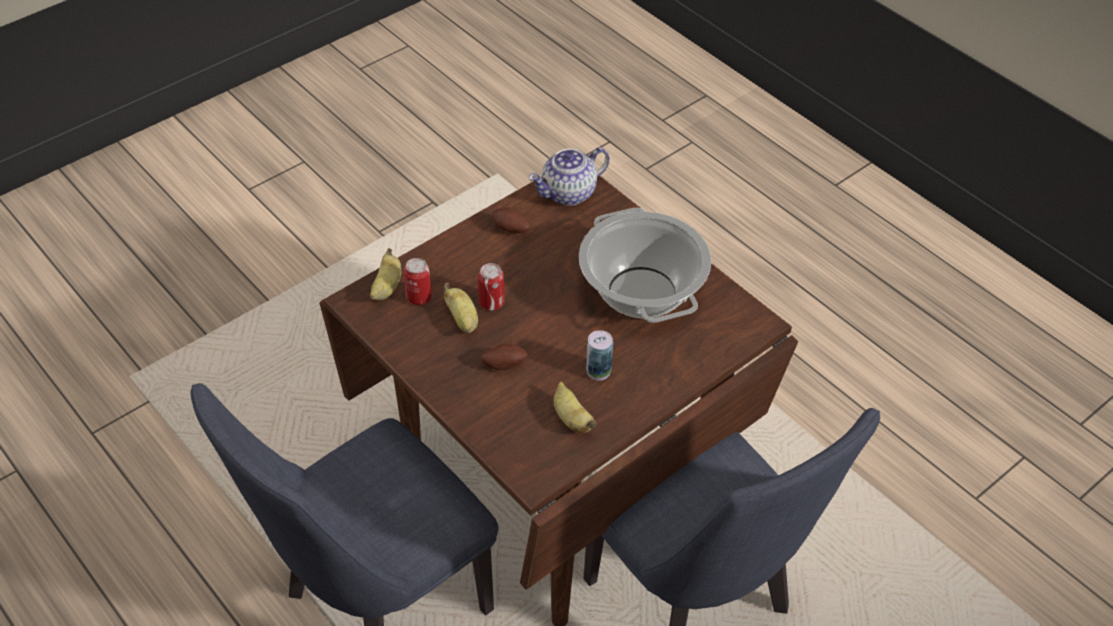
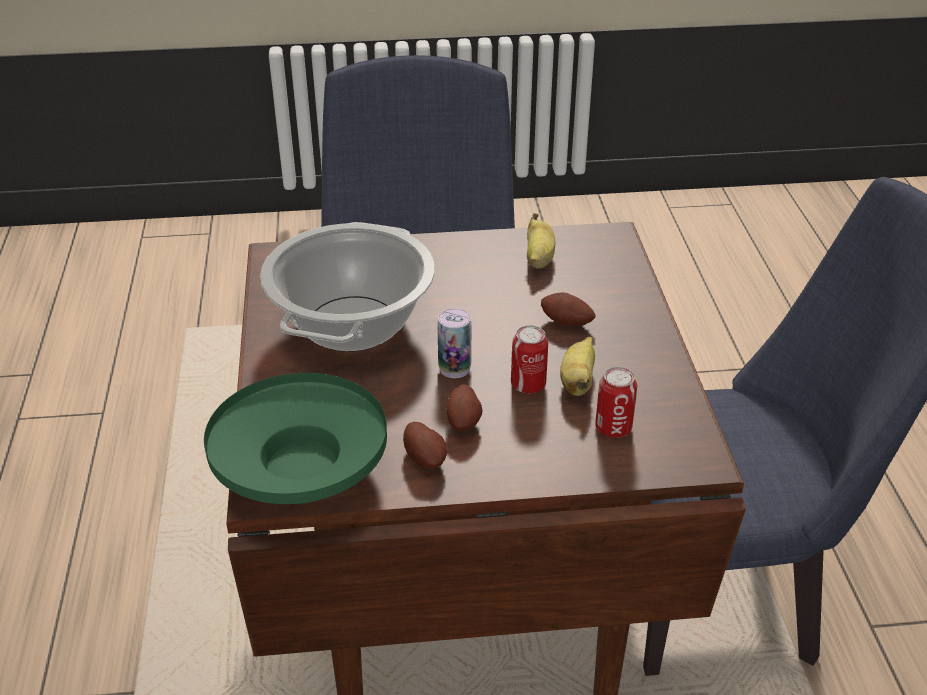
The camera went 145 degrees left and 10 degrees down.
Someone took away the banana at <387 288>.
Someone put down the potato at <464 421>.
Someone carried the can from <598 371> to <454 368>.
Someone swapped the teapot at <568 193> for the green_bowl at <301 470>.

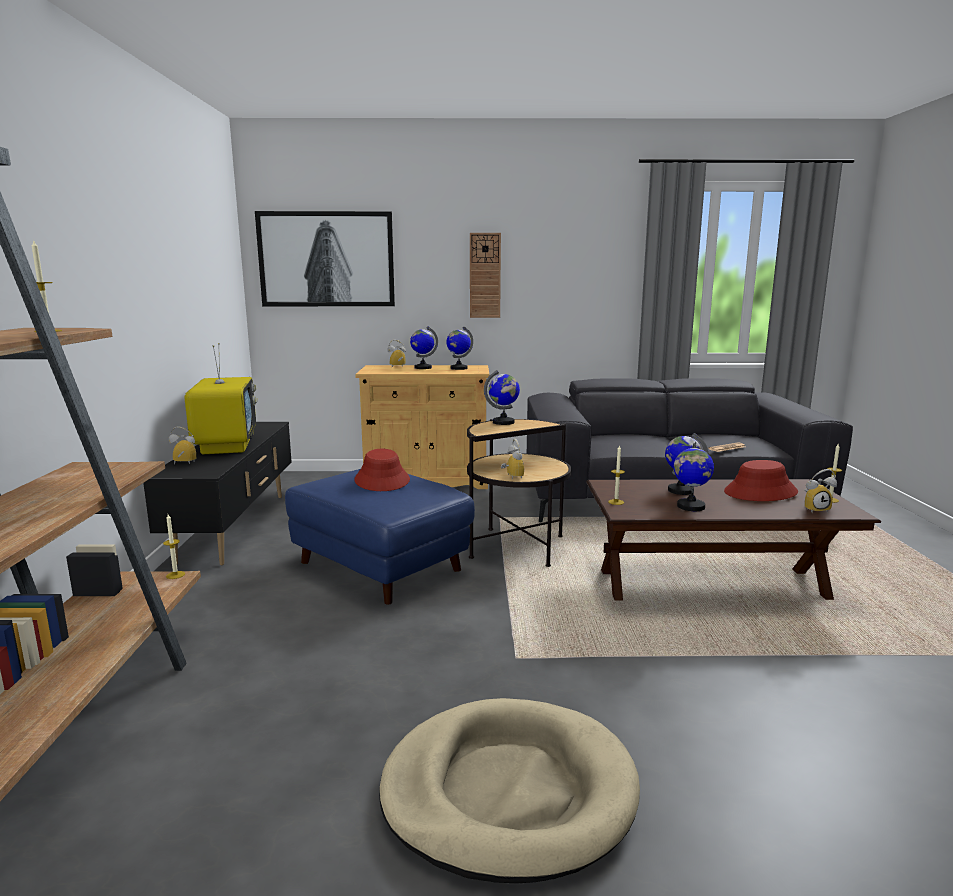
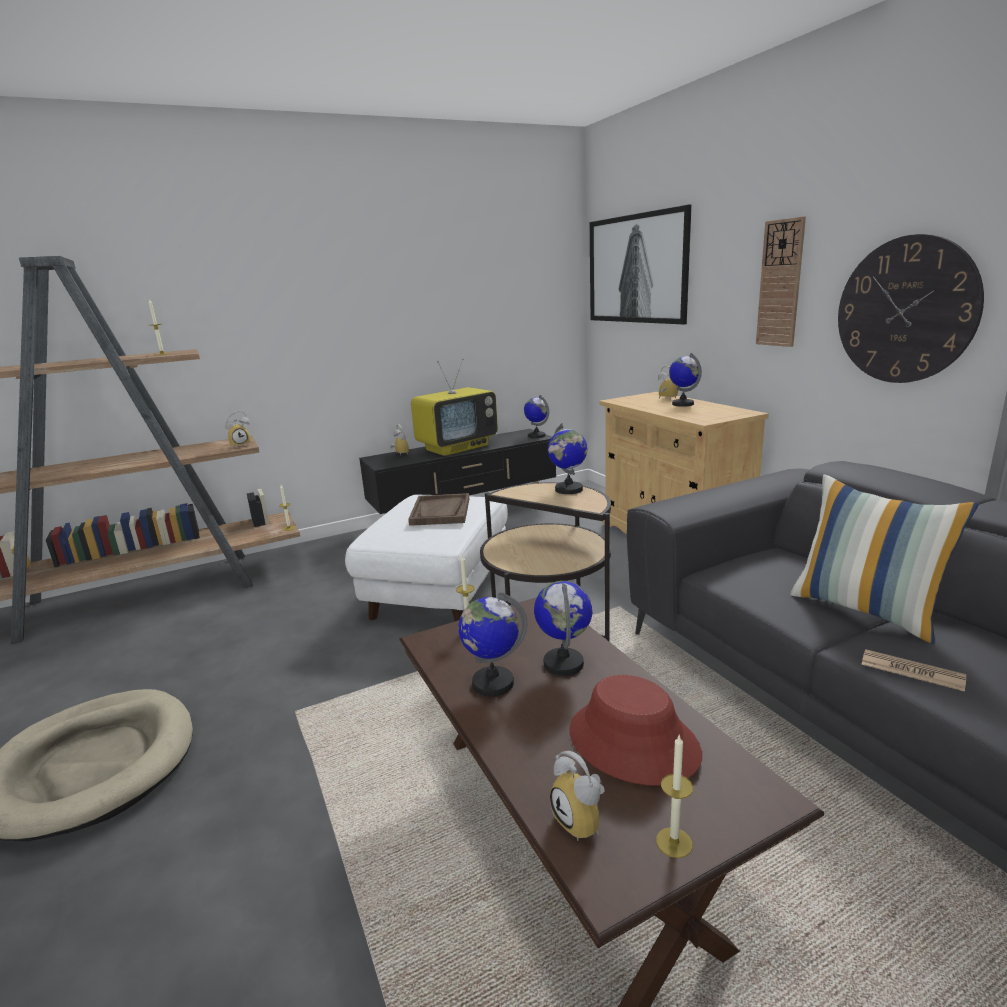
The camera went 65 degrees right and 5 degrees up.
Someone put down the pillow at <866 610>.
Someone put up the wall_clock at <905 310>.
Someone carried the globe from <458 368> to <536 436>.
Someone carried the alarm_clock from <511 477> to <240 445>.
Someone swapped the red_hat at <382 480> for the brown_tray at <440 512>.
Someone repainted the blue_ottoman at <379 566>, which became the white_ottoman at <438 590>.

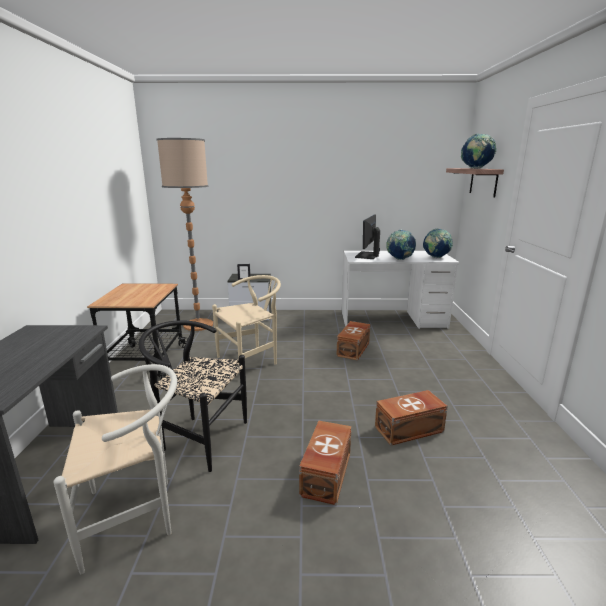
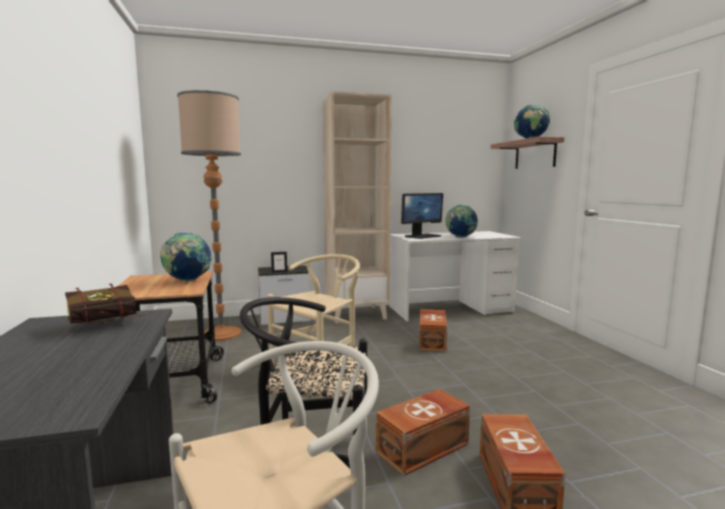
The camera went 15 degrees left and 10 degrees down.
Someone put down the book at <111 323>.
Someone put down the beige_bookcase at <356 314>.
Someone carried the brown_storage_box from <410 429> to <424 448>.
Someone carried the globe from <435 257> to <187 281>.
Someone rotated the monitor at <368 255> by 135 degrees counterclockwise.

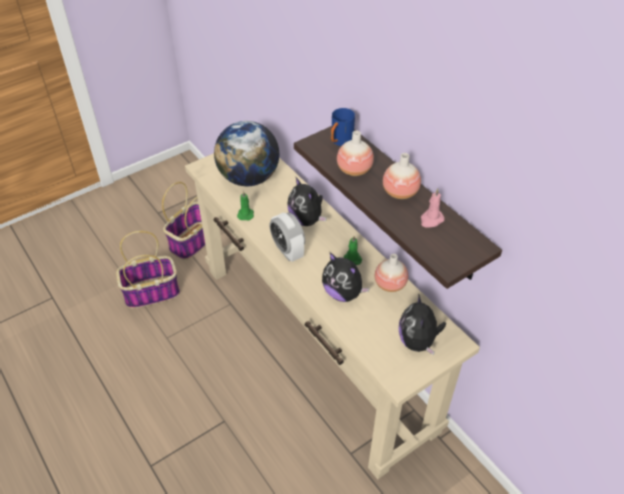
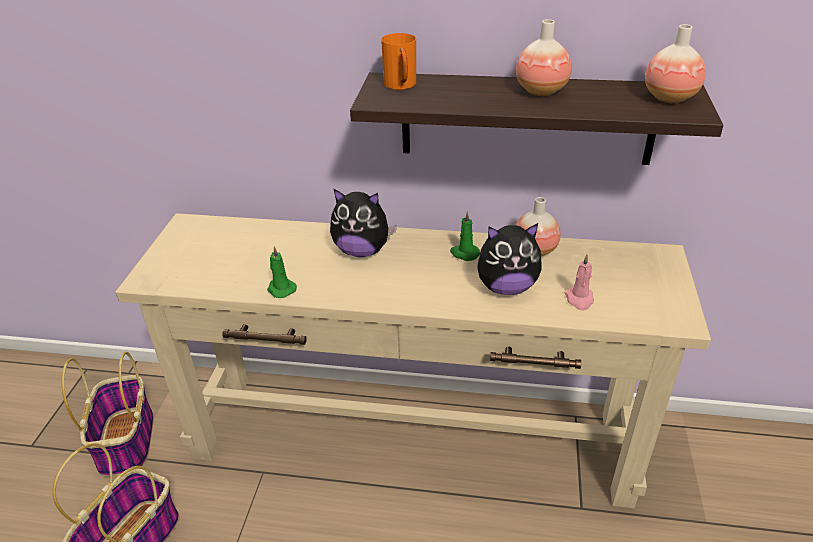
The camera went 45 degrees left and 10 degrees down.
Someone took away the globe at <249 178>.
Someone took away the alarm_clock at <288 251>.
Someone took away the plush_toy at <418 342>.
Someone carried the vase from <354 170> to <669 98>.
Someone carried the pink_candle from <431 220> to <579 299>.
Someone repainted the blue_mug at <339 142>, which became the orange_mug at <401 86>.

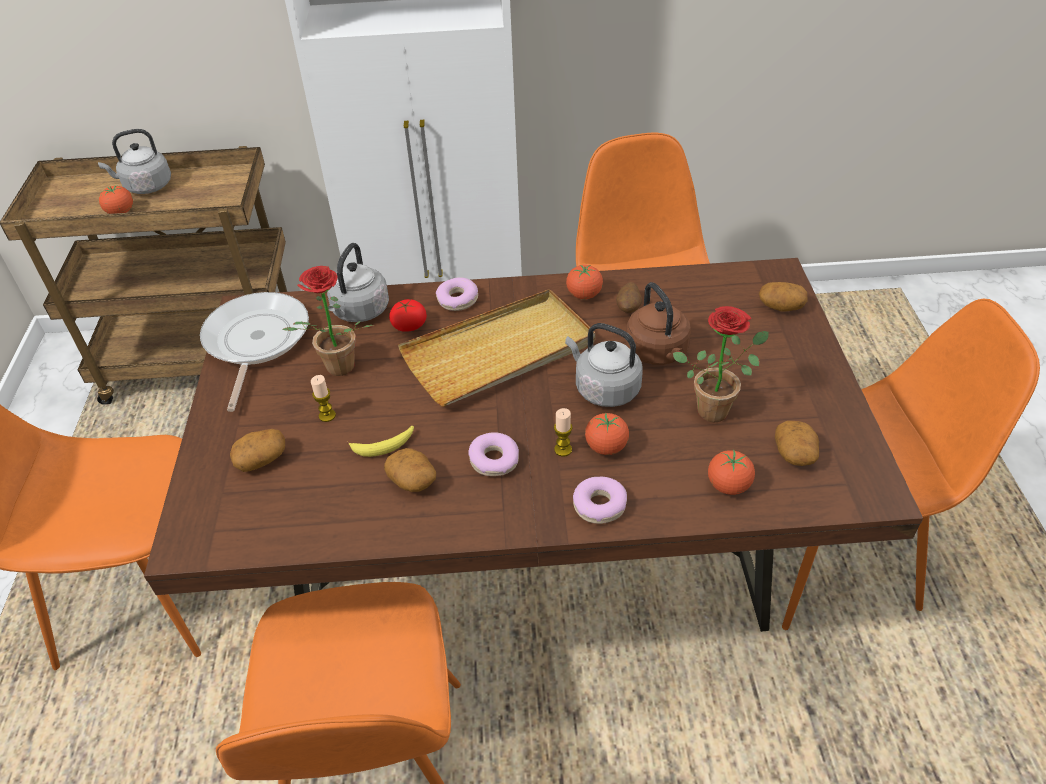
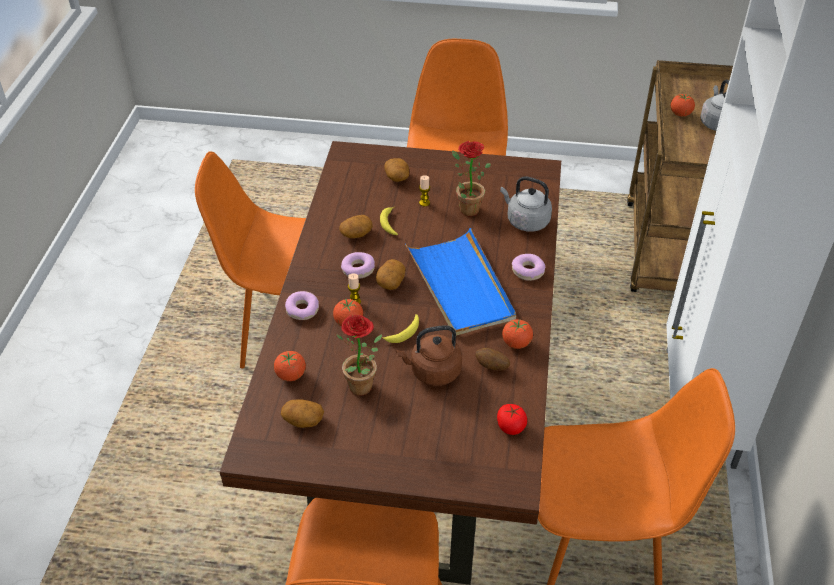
The camera went 100 degrees right and 0 degrees up.
Someone took away the frying_pan at <255 342>.
Someone carried the tomato from <409 325> to <511 426>.
Someone carried the potato from <780 306> to <390 281>.
Someone swapped the grey_kettle at <604 389> for the banana at <404 333>.
Someone repainted the beige_tray at <500 352>, which became the blue_tray at <460 286>.

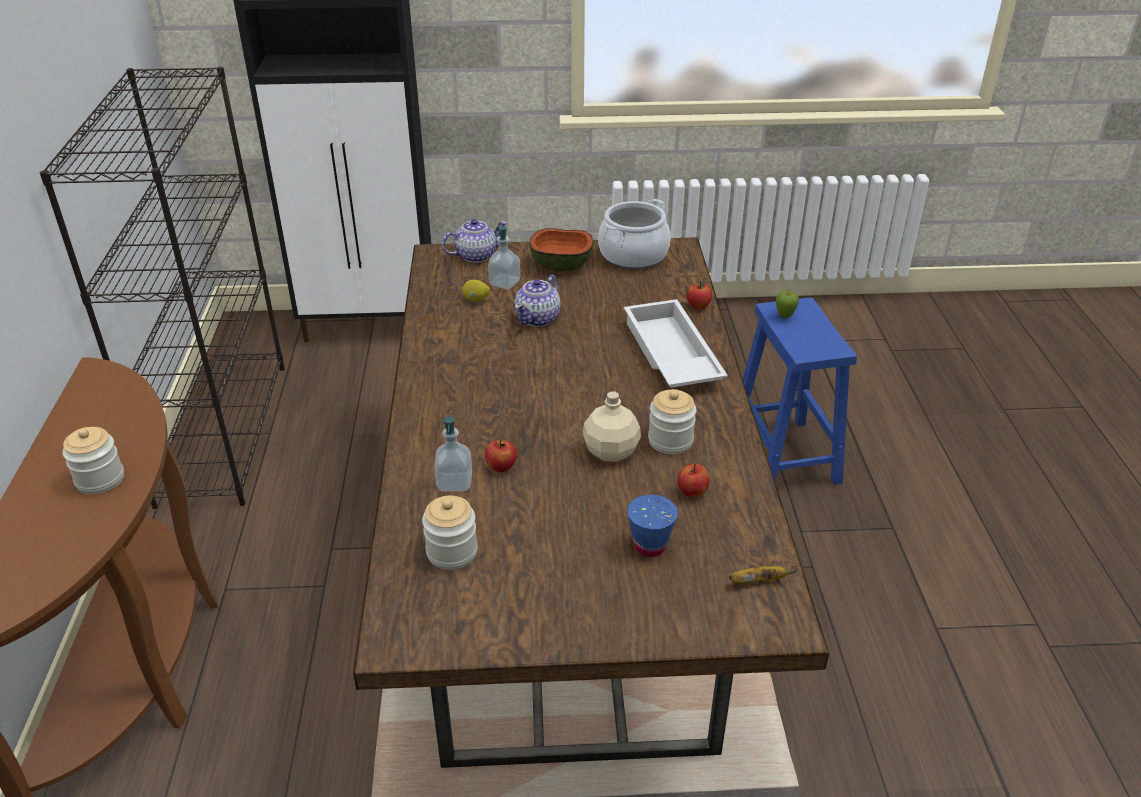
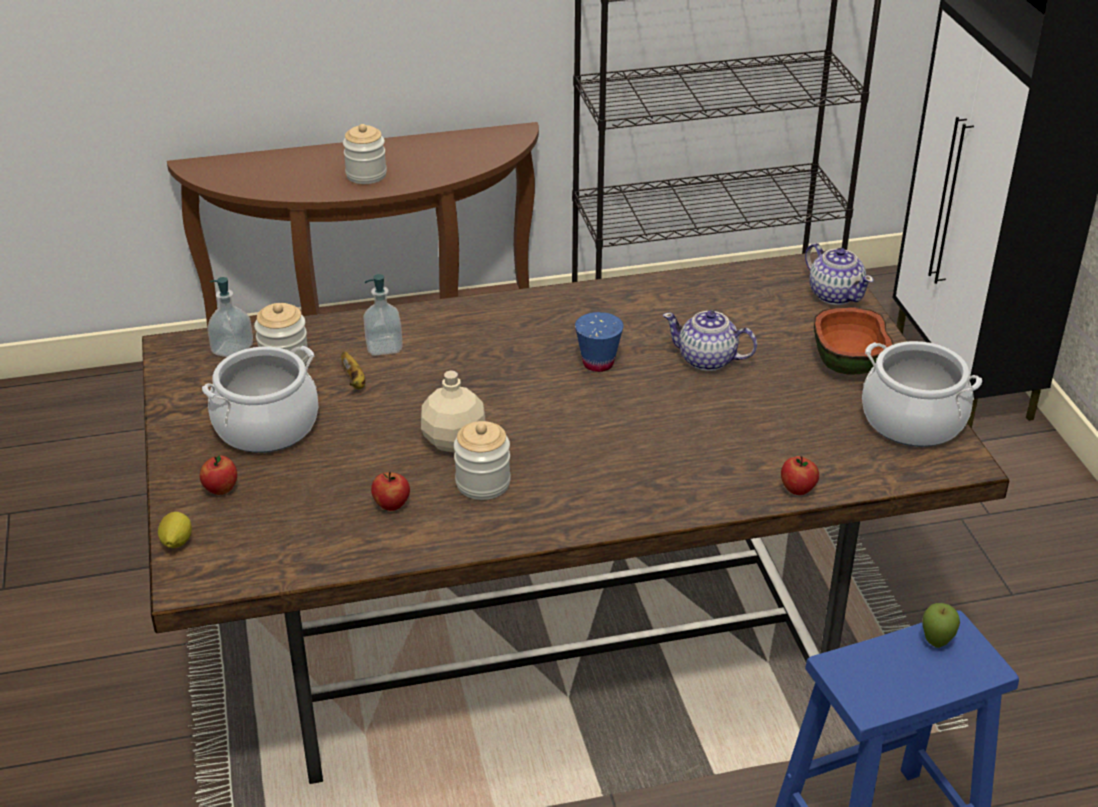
The camera went 80 degrees right and 0 degrees up.
Someone took away the white_tray at <669 355>.
Someone put down the cooking_pot at <266 426>.
Someone carried the lemon from <476 299> to <176 543>.
Someone carried the apple from <501 467> to <220 489>.
Someone carried the soap_dispenser from <504 283> to <232 350>.
Someone carried the blue_cup from <650 546> to <598 363>.
Someone carried the banana from <758 582> to <355 381>.

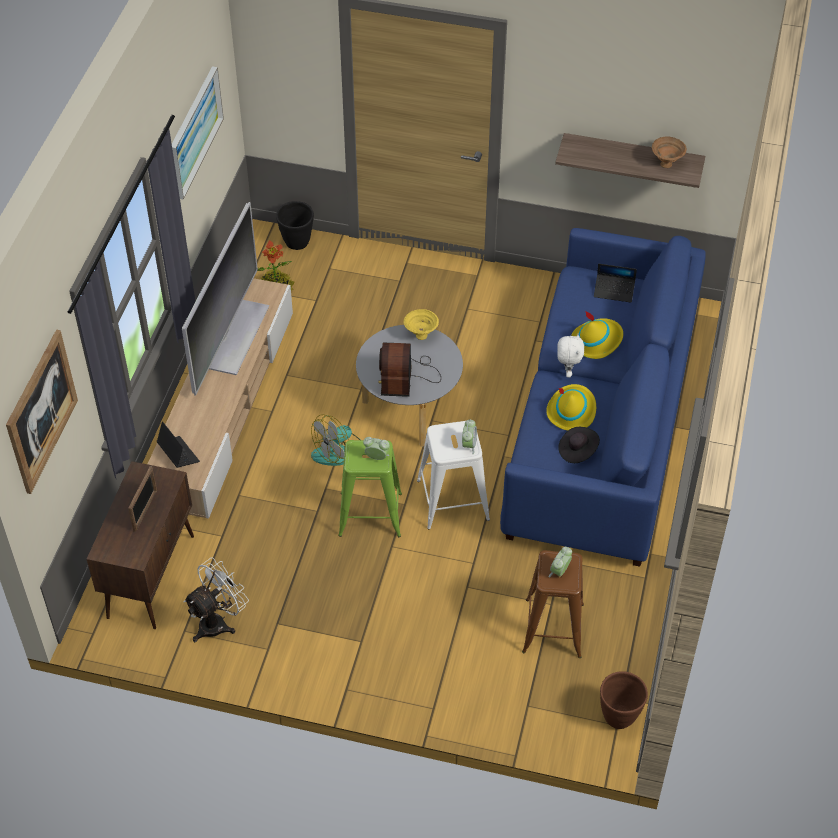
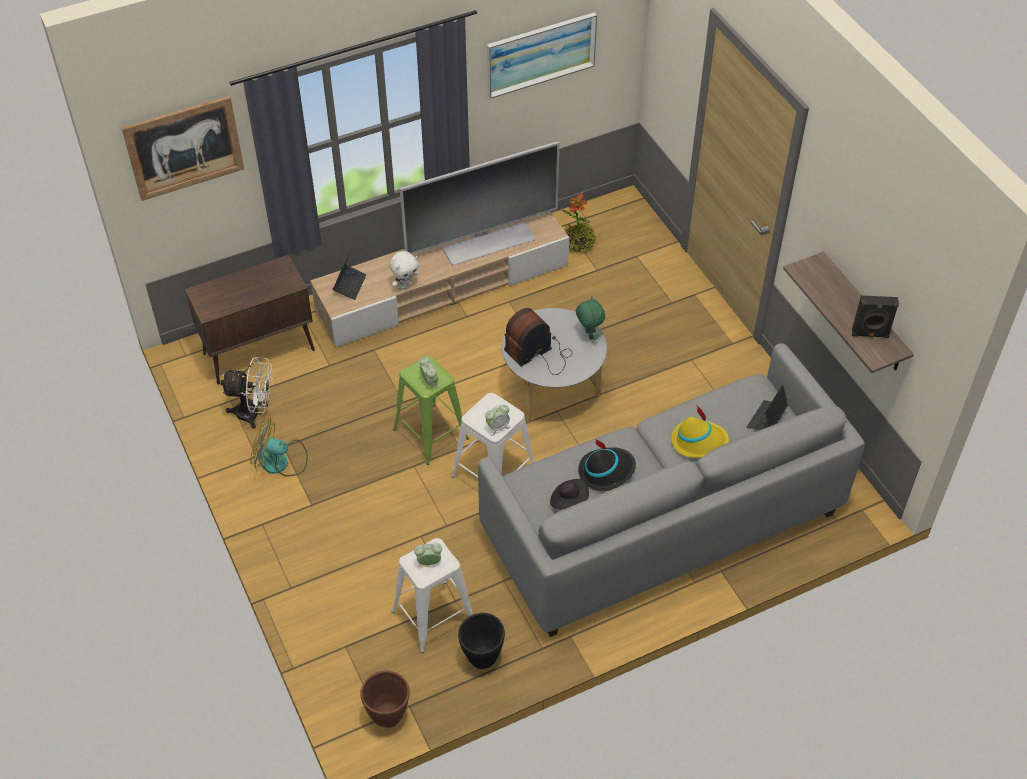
The camera went 50 degrees right and 0 degrees up.
Someone took away the picture_frame at <145 510>.
Someone carried the black_planter from <297 243> to <482 657>.
Someone carried the fan from <338 451> to <281 461>.
Someone carried the white_plush_toy from <567 371> to <405 285>.
Someone swapped the yellow_bowl at <420 335> for the green_plush_toy at <588 335>.
Someone swapped the brown_bowl at <666 164> for the black_speaker at <870 335>.
Someone repainted the blue_sofa at <600 430>, which became the grey_sofa at <661 522>.
Someone repainted the brown_stool at <553 628>, which became the white_stool at <433 616>.
Someone repainted the yellow_hat at <571 411>, which became the black_hat at <606 471>.
Someone rotated the laptop at <614 291> by 60 degrees clockwise.

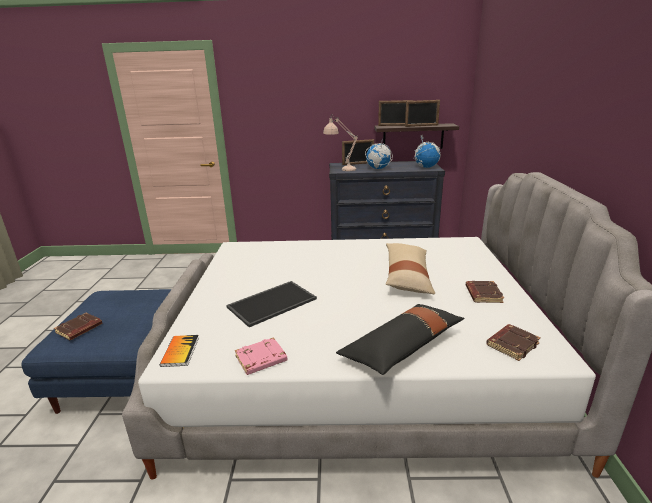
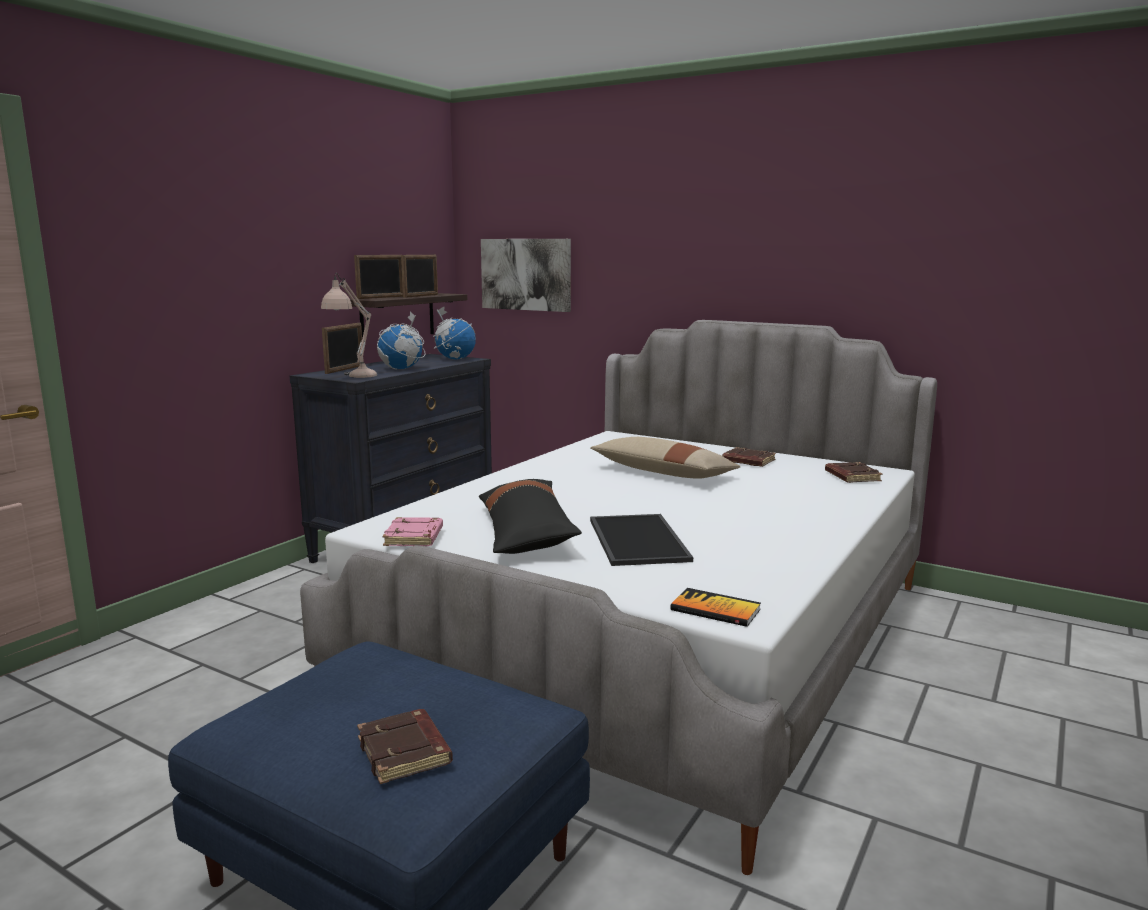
The camera went 60 degrees left and 10 degrees down.
Someone put up the picture at <526 274>.
Someone carried the pink_book from <261 360> to <414 537>.
Someone carried the black_pillow from <402 347> to <525 533>.

